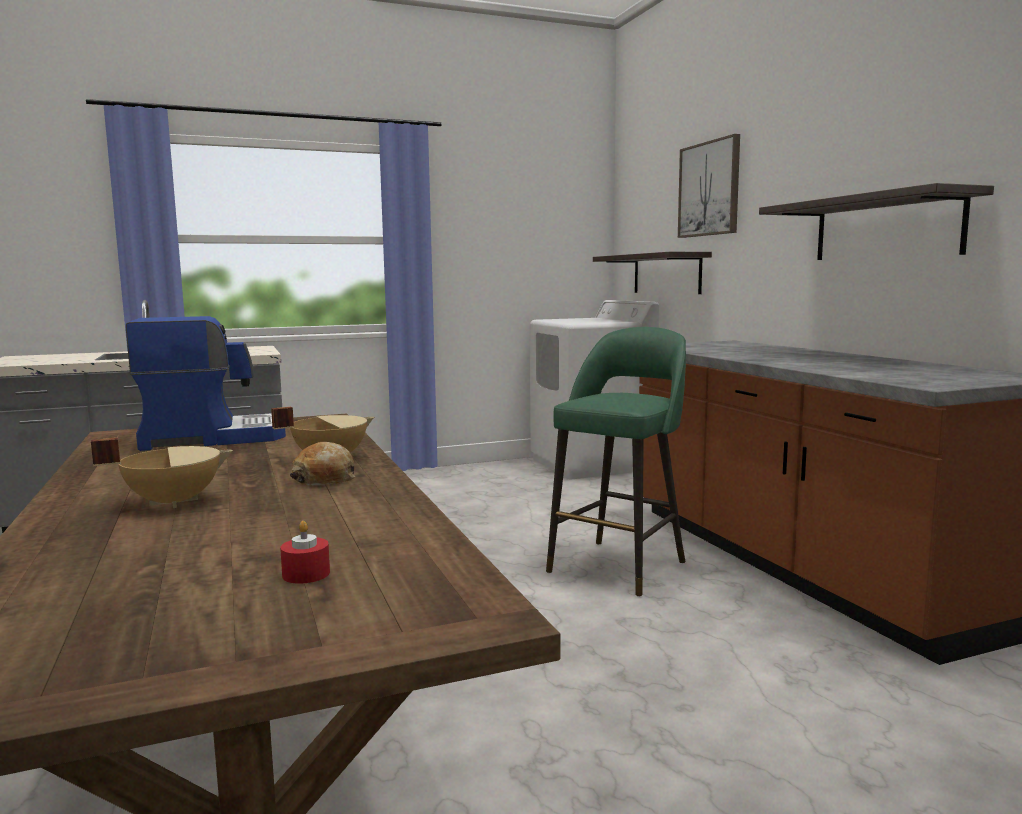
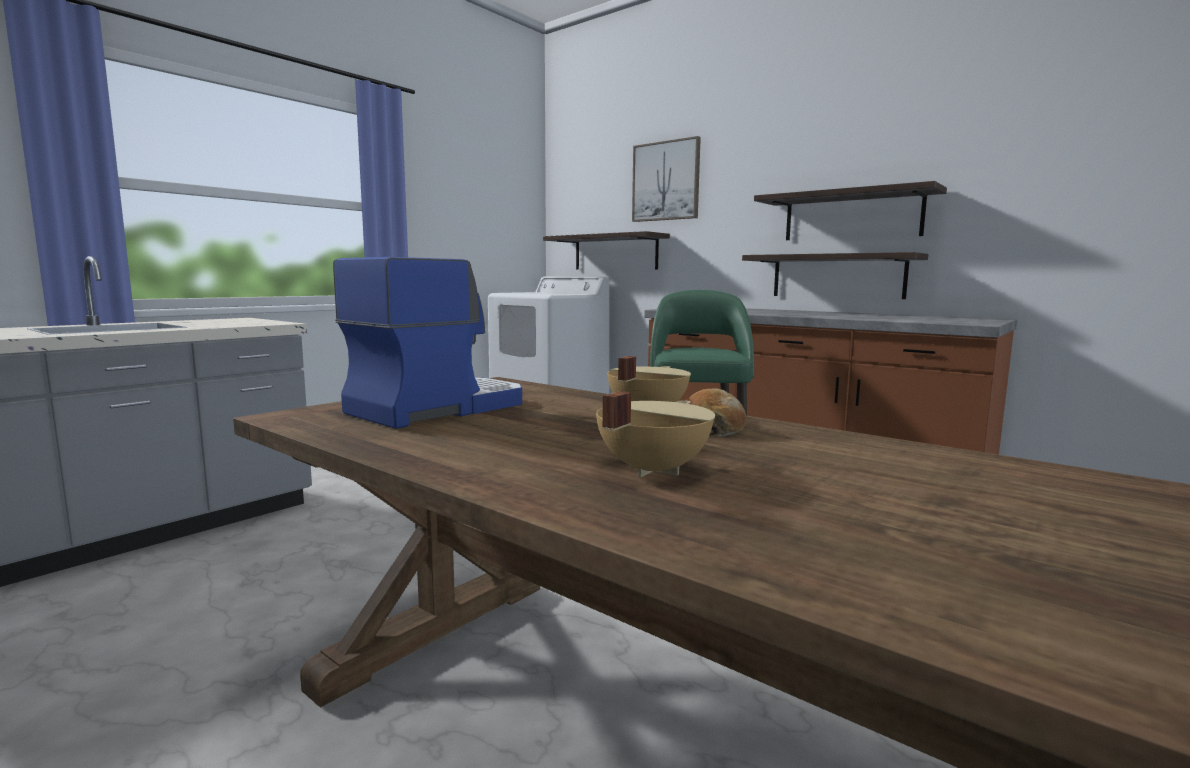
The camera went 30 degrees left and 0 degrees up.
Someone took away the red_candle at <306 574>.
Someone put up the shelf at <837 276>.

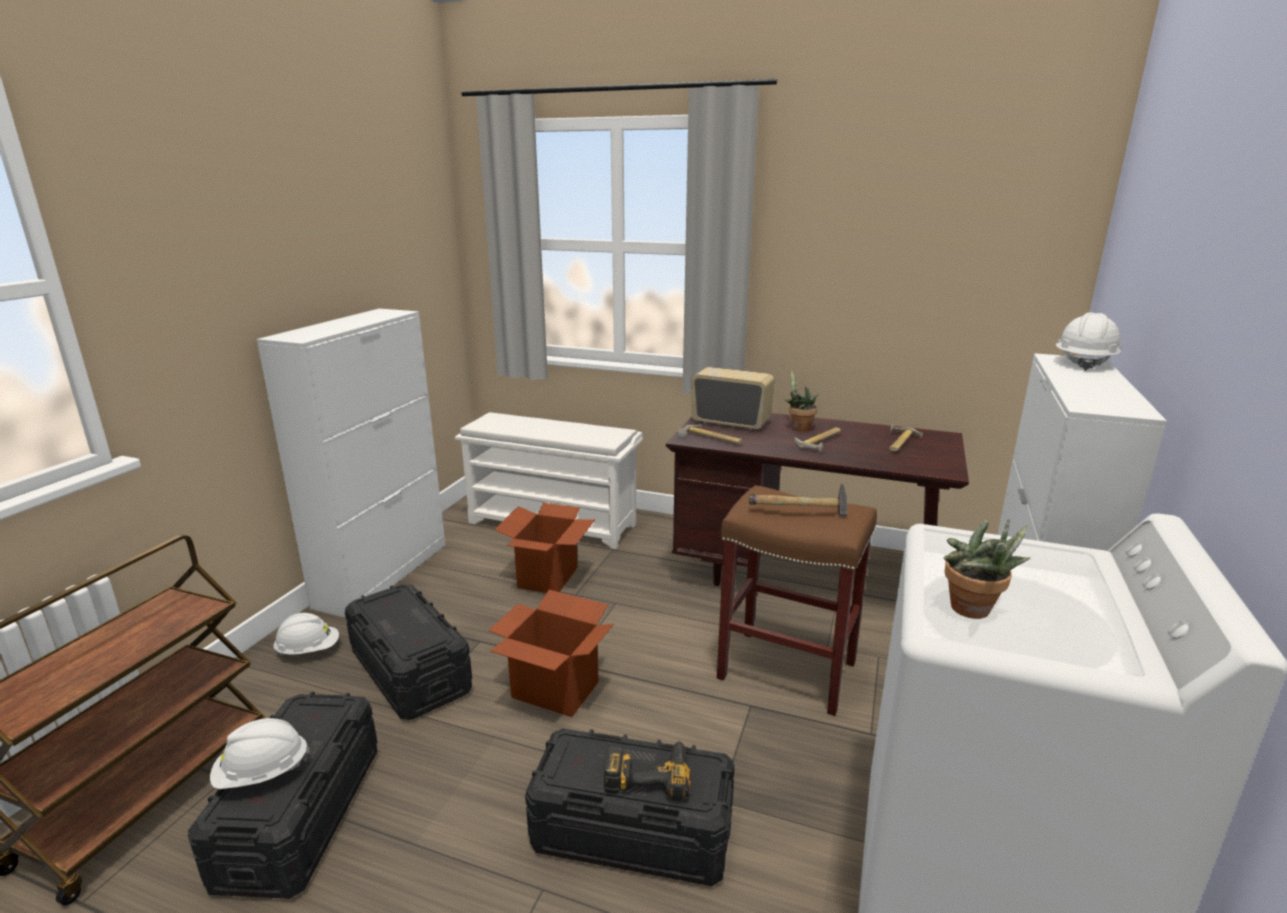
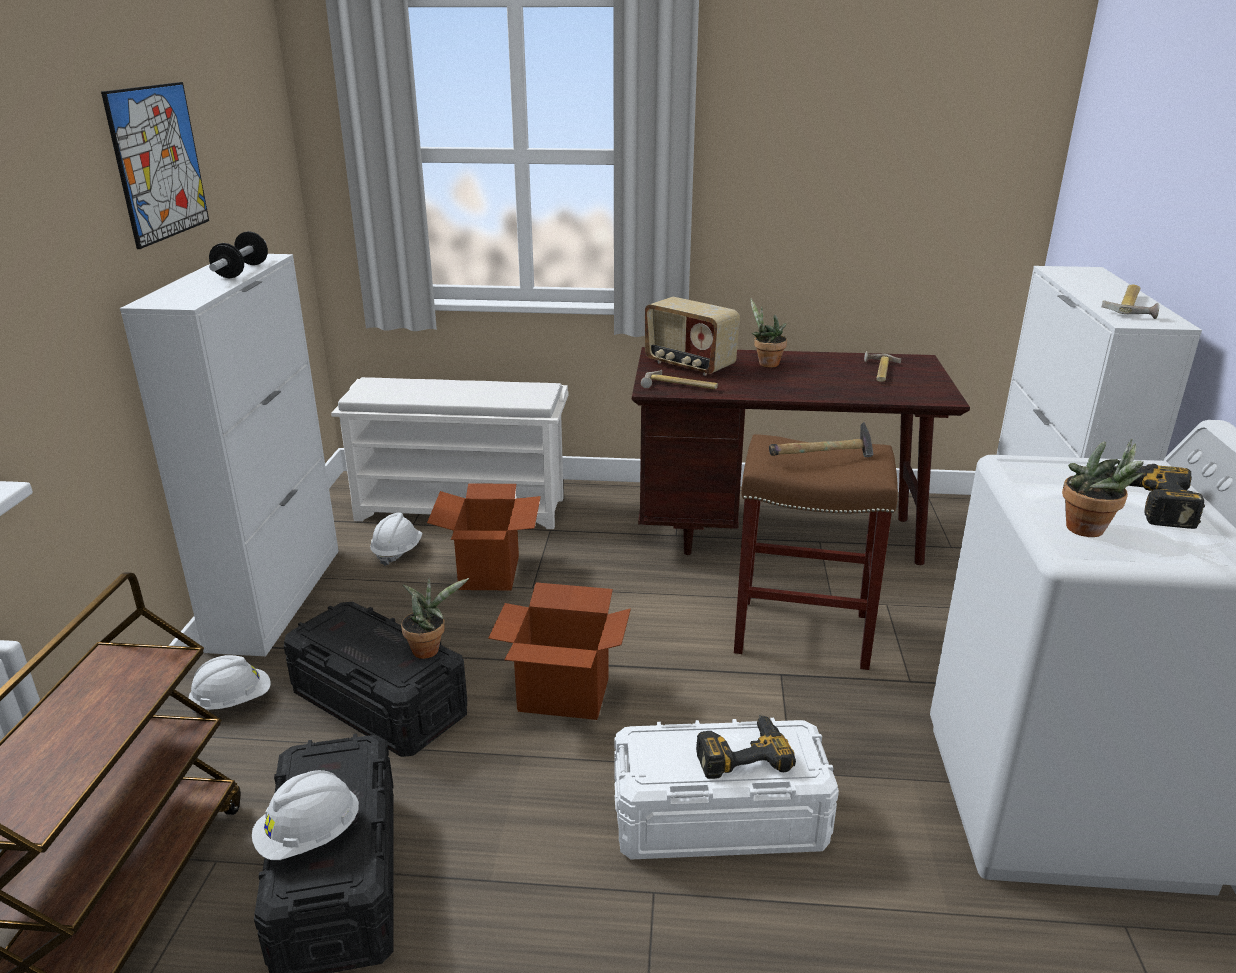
The camera went 15 degrees left and 5 degrees up.
Someone put up the picture at <158 162>.
Someone put down the dumbbell at <242 271>.
Someone put down the potted_plant at <429 649>.
Someone put down the power_drill at <1146 503>.
Someone carried the hammer from <822 442> to <1133 306>.
Someone carried the white_hard_hat from <1084 363> to <397 552>.
Someone repainted the black_storage_box at <633 832>, which became the white_storage_box at <719 820>.
Someone rotated the radio at <731 423> by 150 degrees counterclockwise.

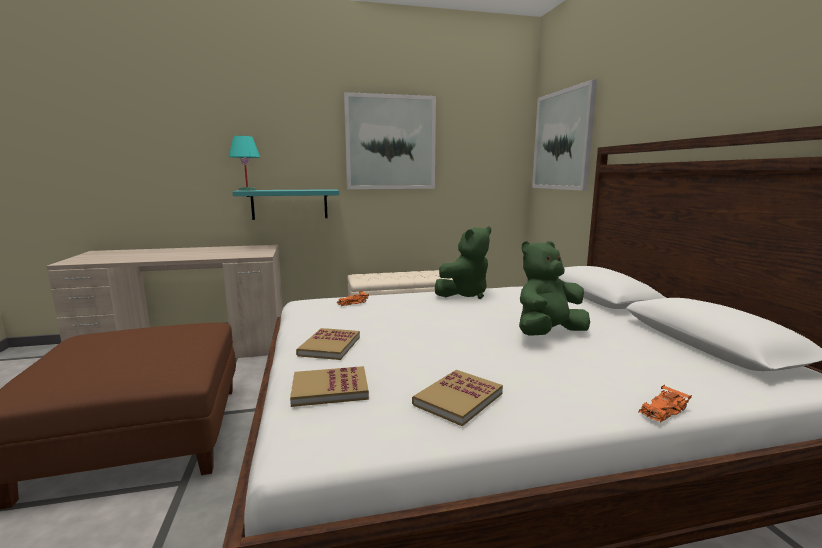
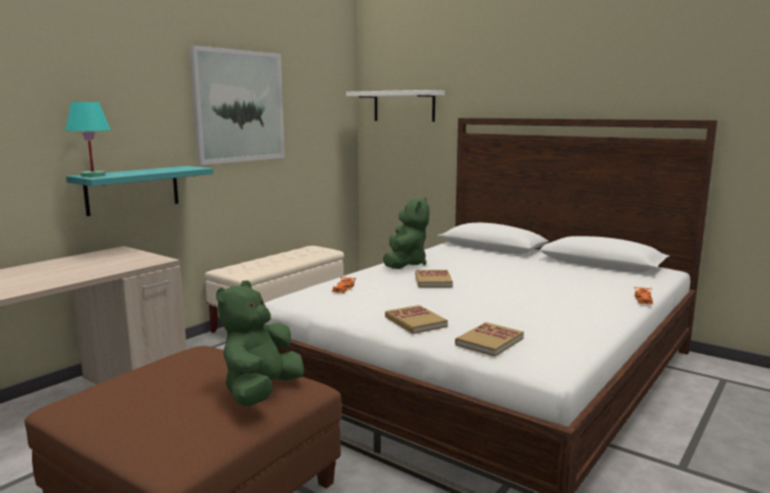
The camera went 40 degrees left and 0 degrees up.
Someone carried the book from <458 399> to <433 281>.
Someone carried the green_plush_toy from <548 334> to <261 392>.
Someone swapped the picture at <562 140> for the white_shelf at <404 106>.

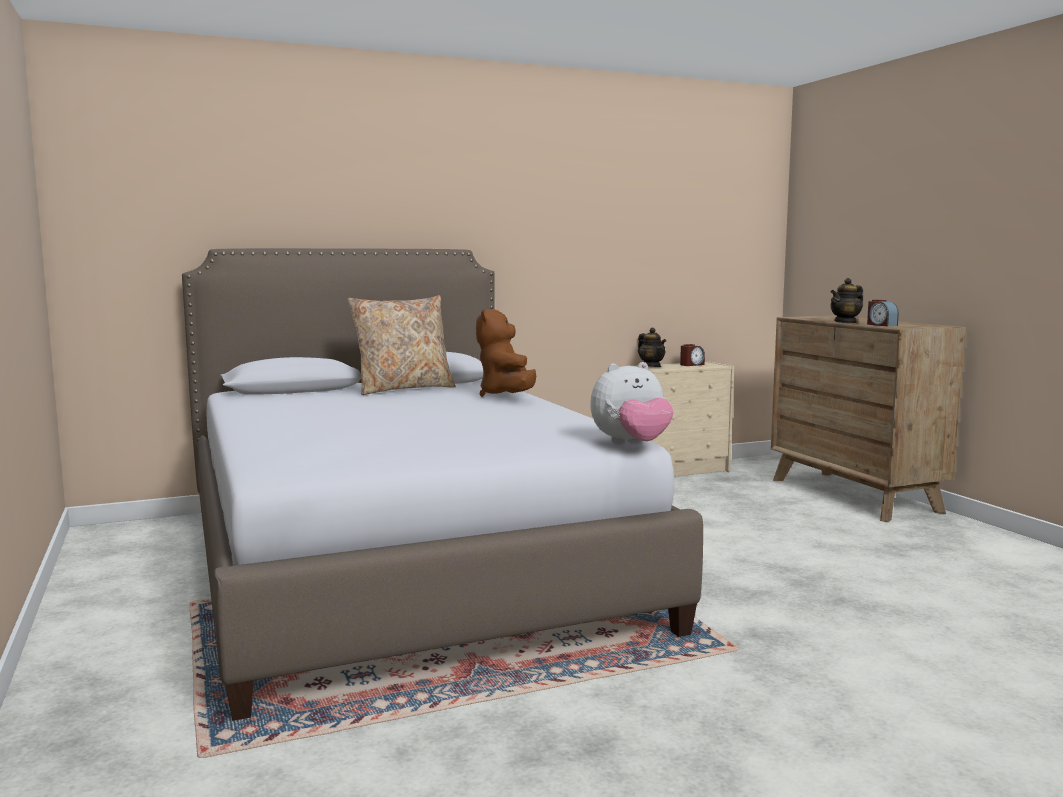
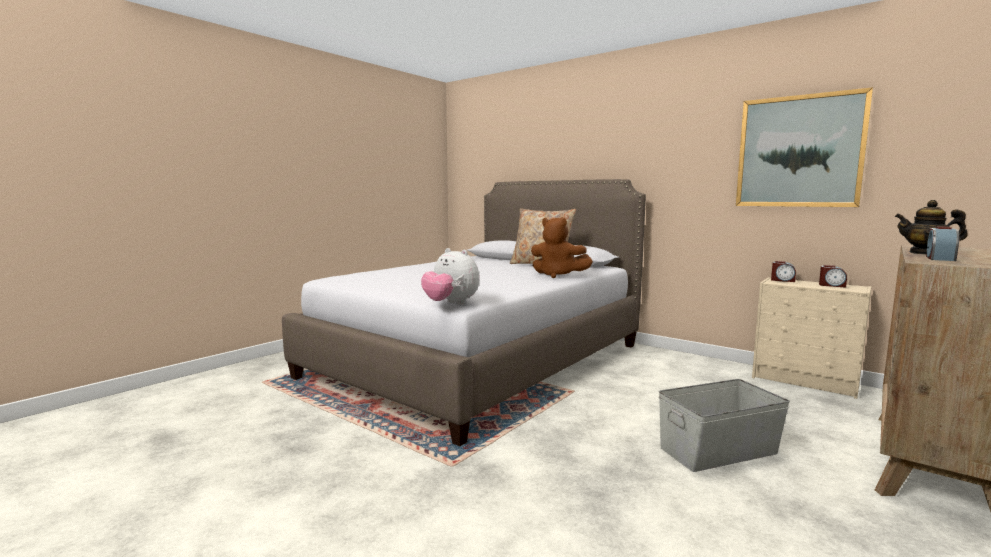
The camera went 60 degrees right and 0 degrees up.
Someone put down the grey_storage_box at <719 451>.
Someone put up the picture at <799 151>.
Someone swapped the teapot at <651 366> for the alarm_clock at <782 280>.
Someone rotated the brown_plush_toy at <507 396> by 120 degrees counterclockwise.

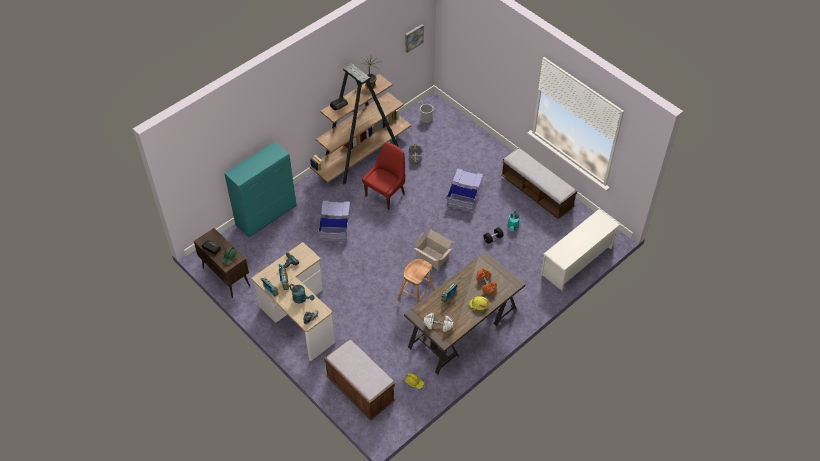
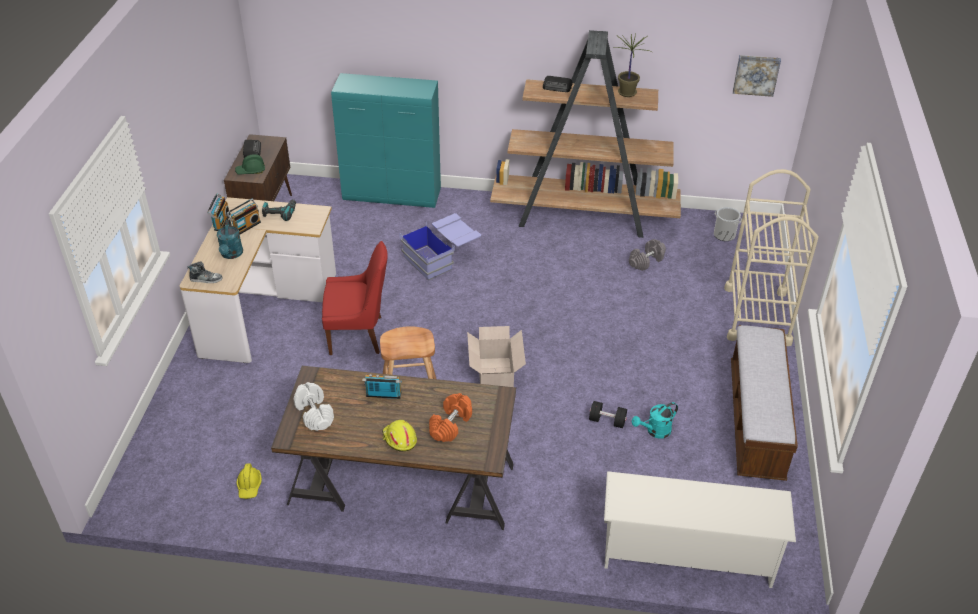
The camera went 50 degrees right and 10 degrees down.
Someone took away the brown_bench at <360 390>.
Someone took away the blue_storage_box at <464 196>.
Someone put down the beige_cart at <757 315>.
Someone carried the red_chair from <386 194> to <359 335>.

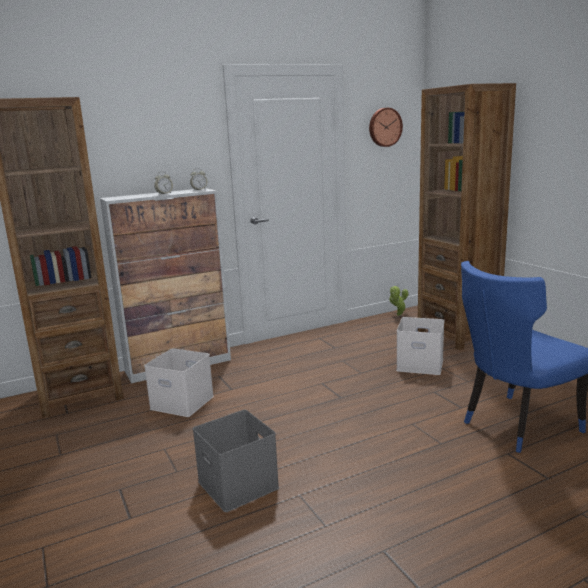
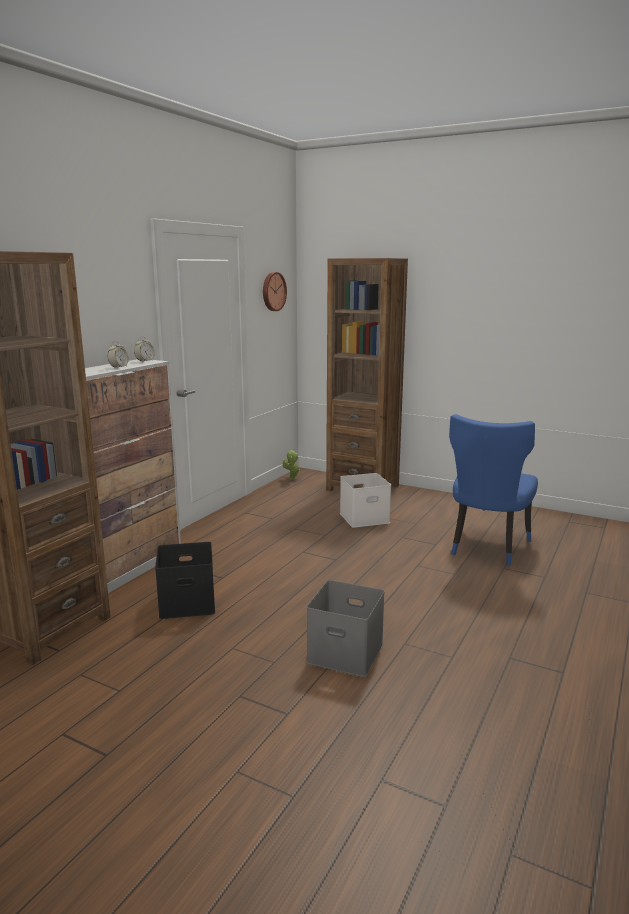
The camera went 35 degrees left and 0 degrees up.
Someone repainted the white_storage_box at <183 402>, which became the black_storage_box at <188 602>.

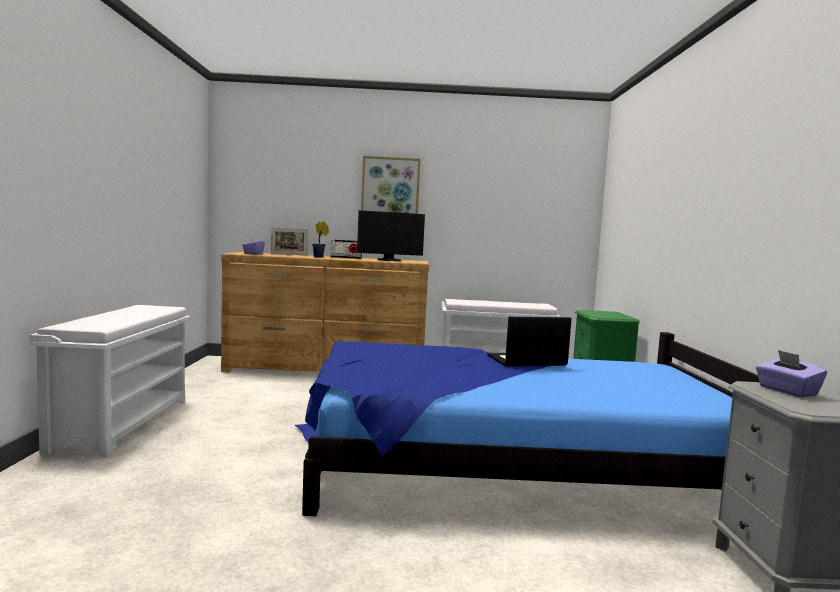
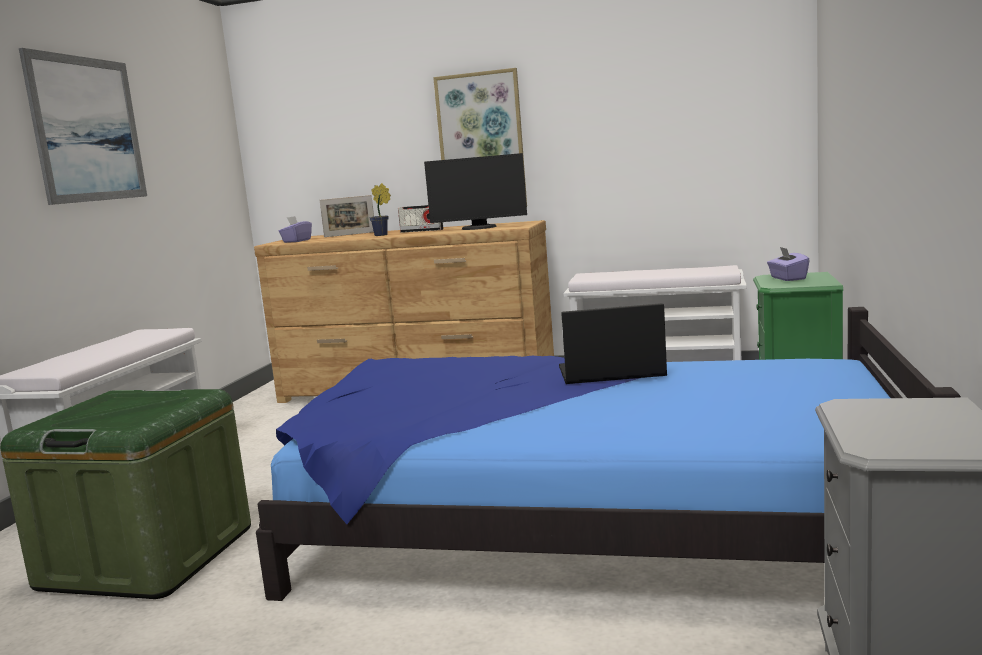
The camera went 15 degrees right and 5 degrees up.
Someone put down the green_storage_box at <147 557>.
Someone put up the picture at <87 129>.
Someone carried the purple_tissue_box from <787 391> to <787 278>.

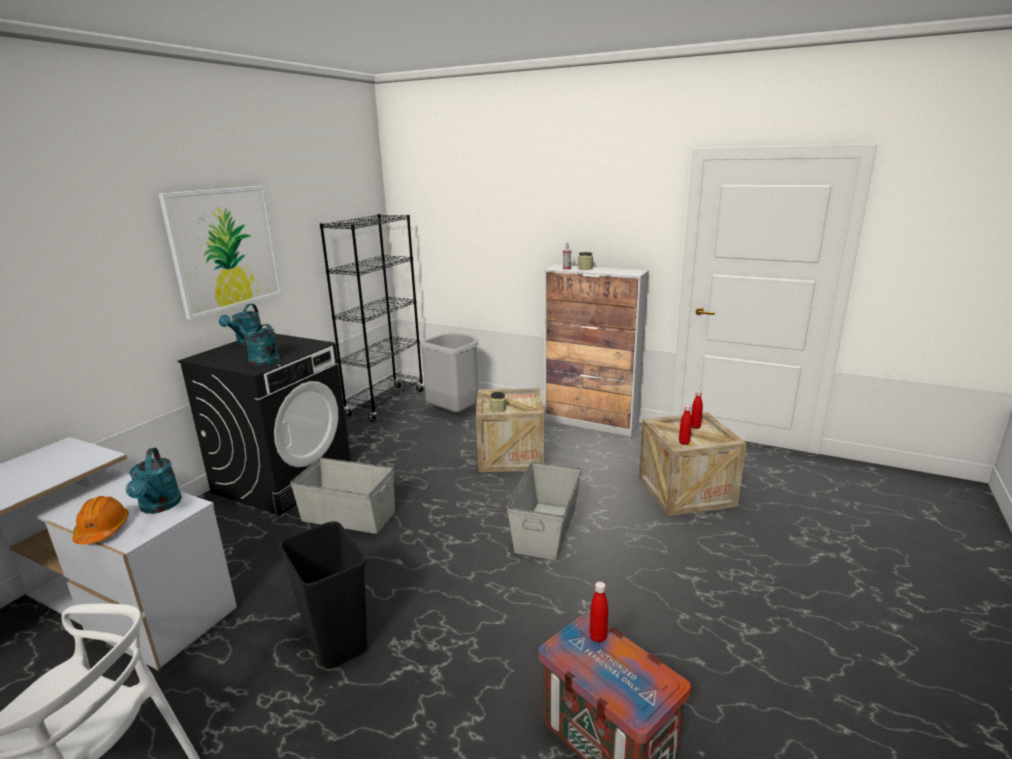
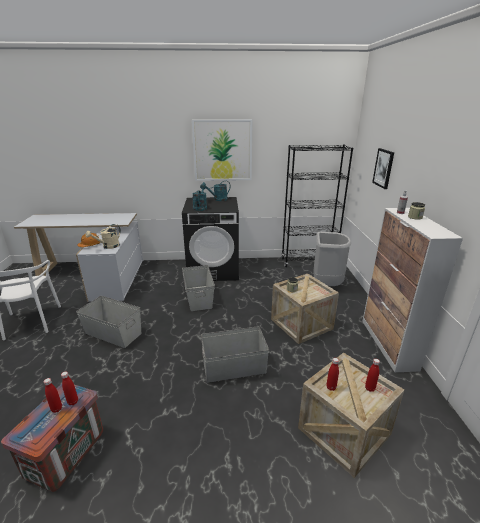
The camera went 60 degrees right and 5 degrees up.
Someone put down the red_bottle at <57 409>.
Someone put up the picture at <383 168>.
Someone swapped the black_trash_can at <335 642> for the grey_storage_box at <113 333>.
Someone repainted the turquoise_watering_can at <159 507>, which became the beige_watering_can at <108 246>.

